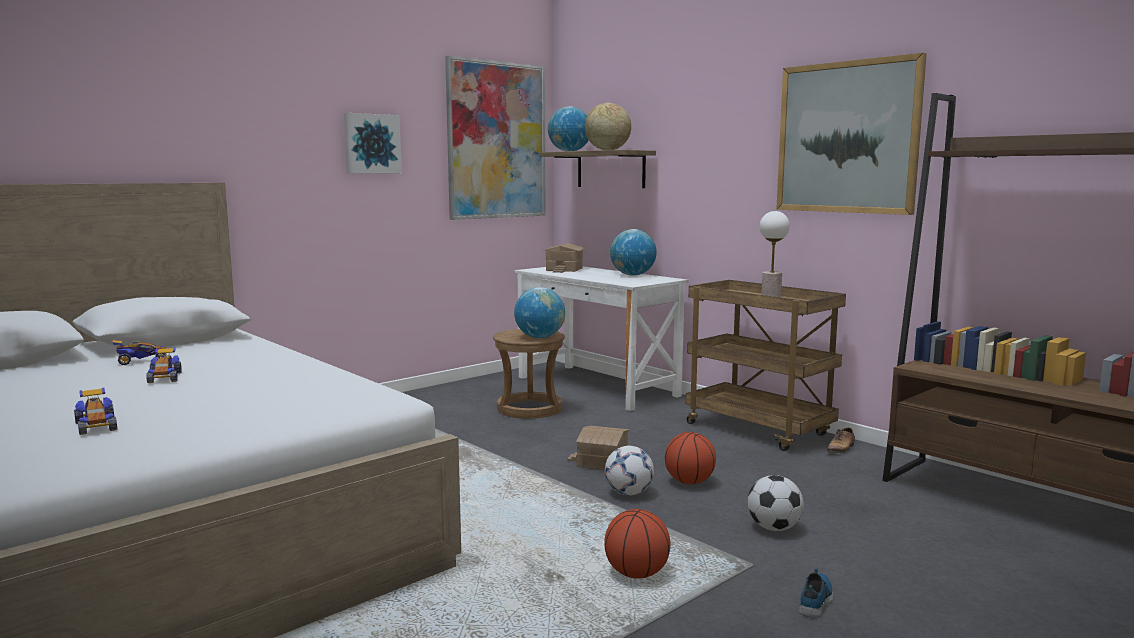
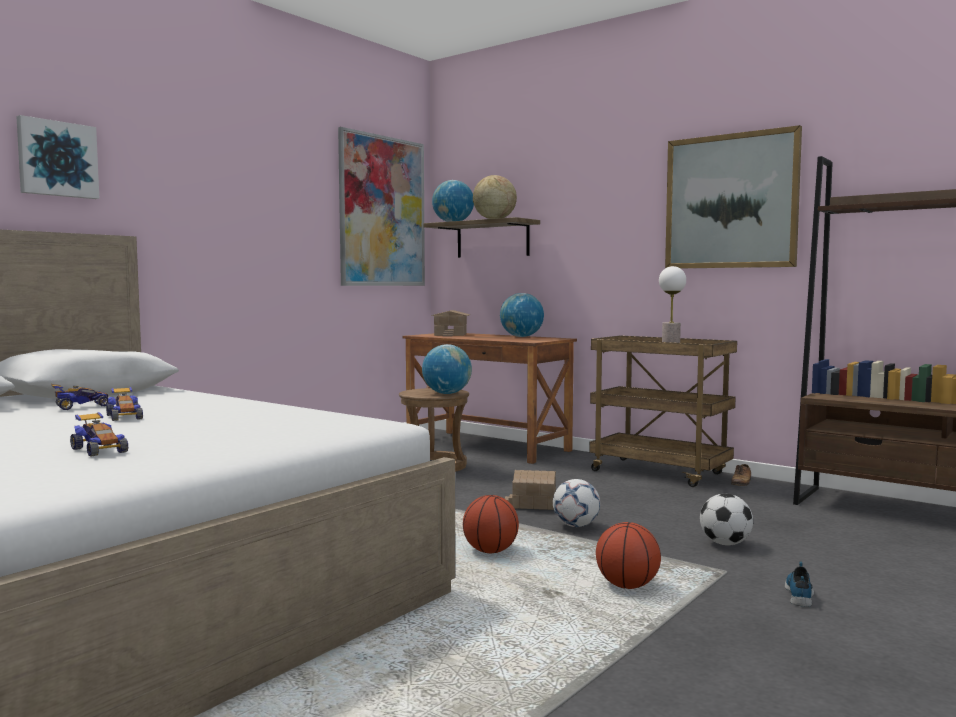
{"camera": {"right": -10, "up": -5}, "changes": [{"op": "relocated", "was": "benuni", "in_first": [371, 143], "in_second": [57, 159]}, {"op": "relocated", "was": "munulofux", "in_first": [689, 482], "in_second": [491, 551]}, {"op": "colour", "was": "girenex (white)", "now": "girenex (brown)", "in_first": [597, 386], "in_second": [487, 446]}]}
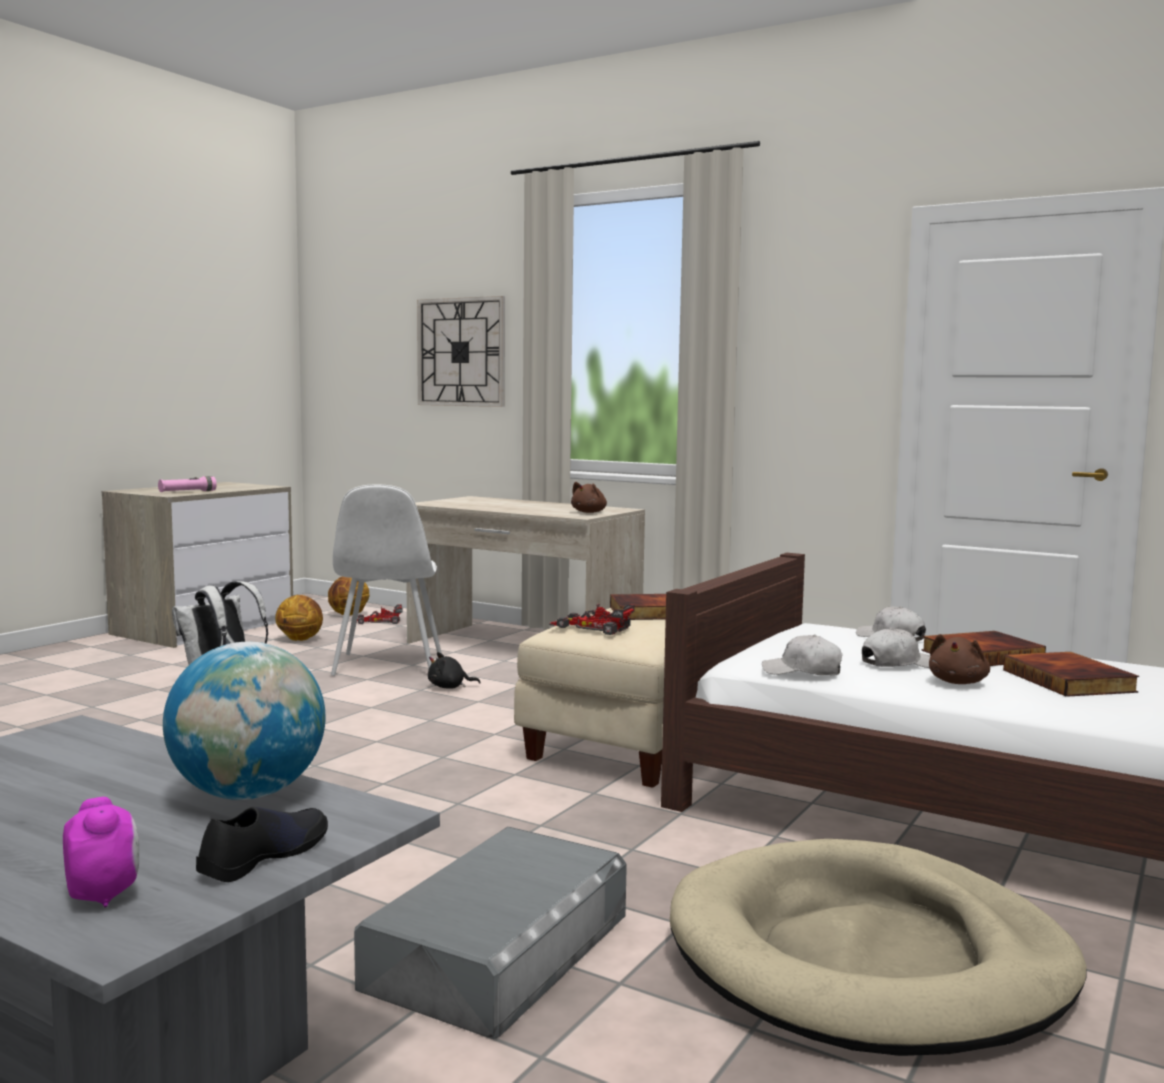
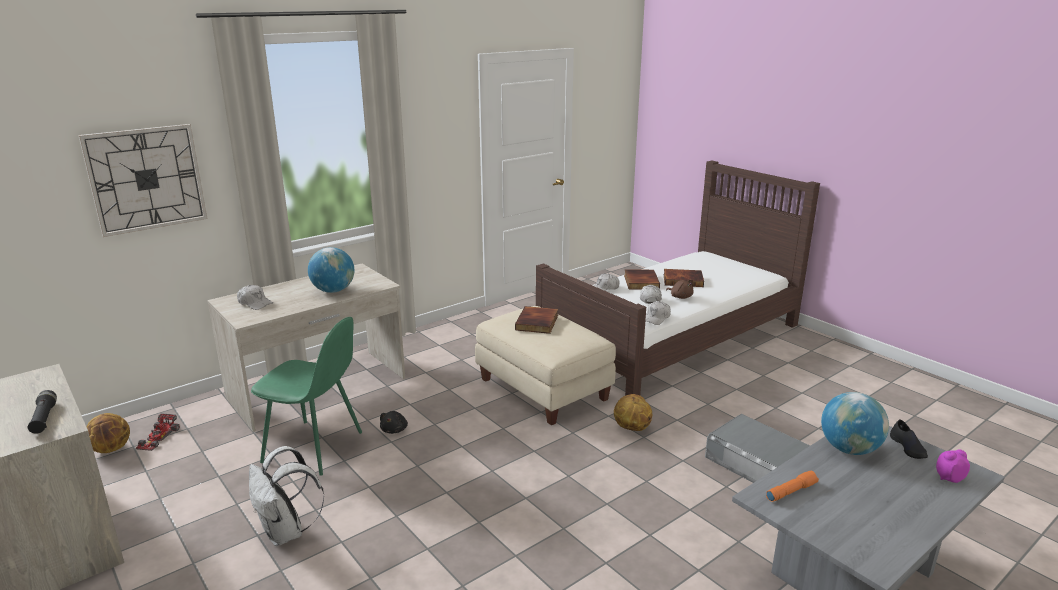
{"camera": {"right": -70, "up": 15}, "changes": [{"op": "missing", "was": "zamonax", "in_first": [591, 627]}, {"op": "missing", "was": "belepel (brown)", "in_first": [590, 512]}, {"op": "missing", "was": "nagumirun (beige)", "in_first": [868, 958]}, {"op": "appeared", "now": "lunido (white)", "in_second": [255, 303]}, {"op": "appeared", "now": "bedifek", "in_second": [333, 291]}, {"op": "appeared", "now": "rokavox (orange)", "in_second": [791, 491]}, {"op": "relocated", "was": "munulofux", "in_first": [300, 639], "in_second": [631, 428]}, {"op": "colour", "was": "rokavox (pink)", "now": "rokavox (black)", "in_first": [187, 492], "in_second": [44, 418]}, {"op": "colour", "was": "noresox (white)", "now": "noresox (green)", "in_first": [387, 666], "in_second": [315, 448]}, {"op": "spun", "was": "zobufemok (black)", "in_first": [264, 856], "in_second": [908, 447], "clockwise": -150}]}
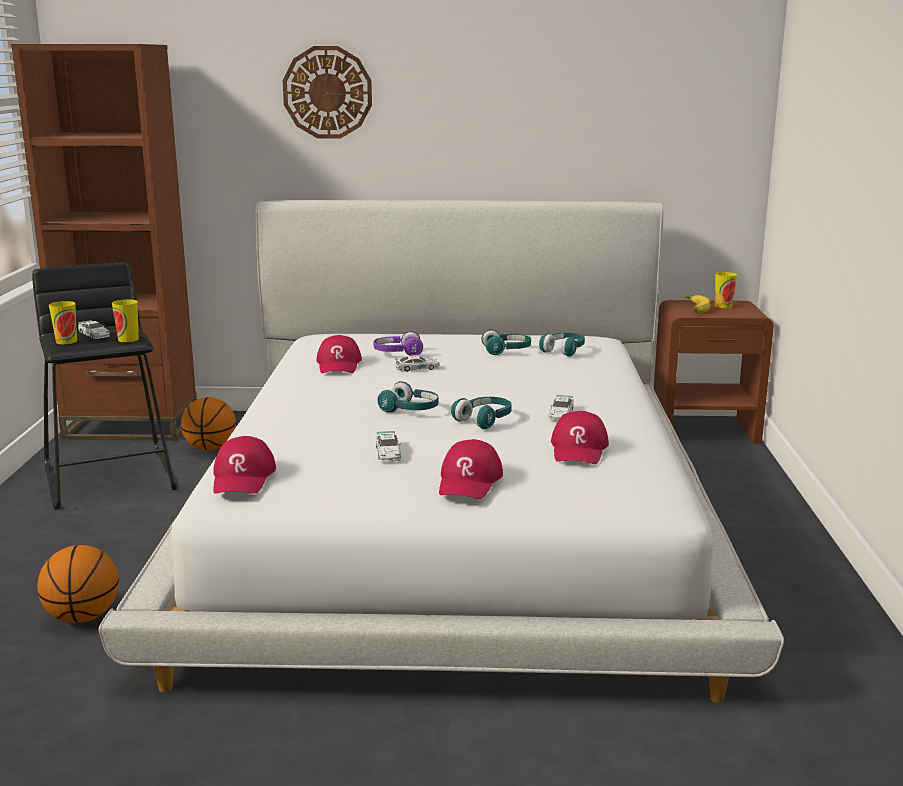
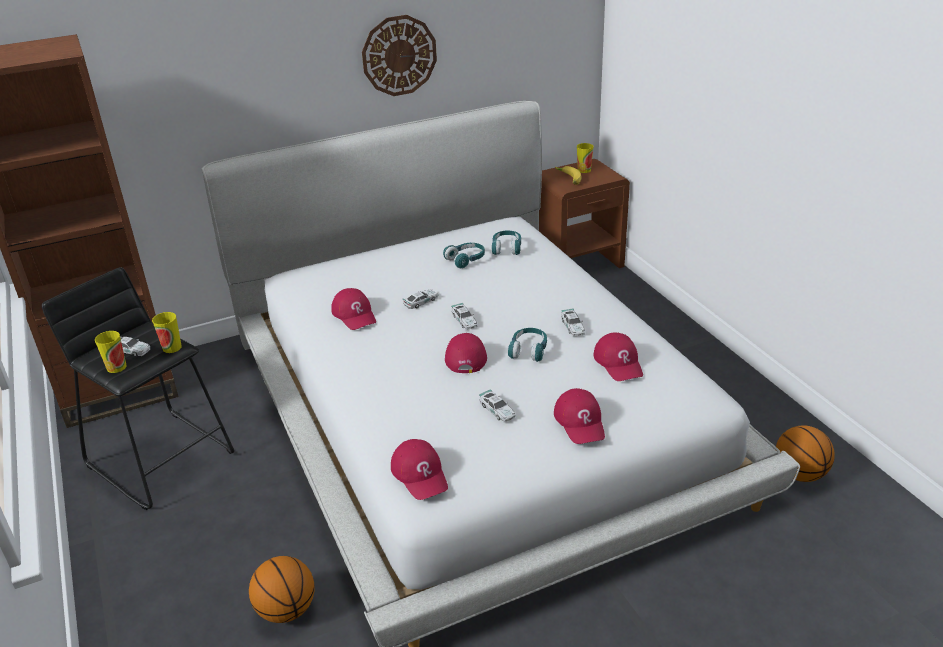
{"camera": {"right": -25, "up": 15}, "changes": [{"op": "missing", "was": "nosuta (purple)", "in_first": [398, 353]}, {"op": "appeared", "now": "zamonax", "in_second": [464, 320]}, {"op": "relocated", "was": "munulofux", "in_first": [210, 448], "in_second": [799, 474]}, {"op": "relocated", "was": "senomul", "in_first": [327, 92], "in_second": [399, 55]}, {"op": "exchanged", "was": "nosuta (turquoise)", "now": "lunido (red)", "in_first": [410, 410], "in_second": [465, 355]}]}
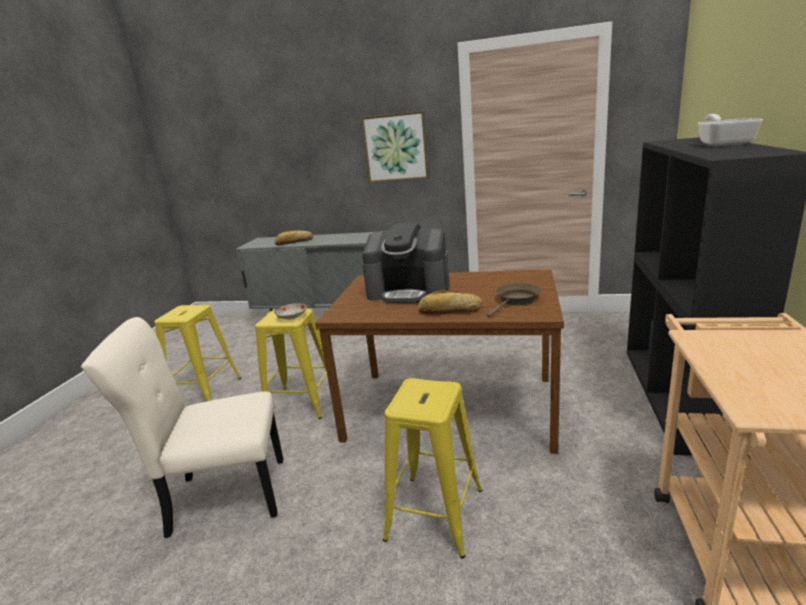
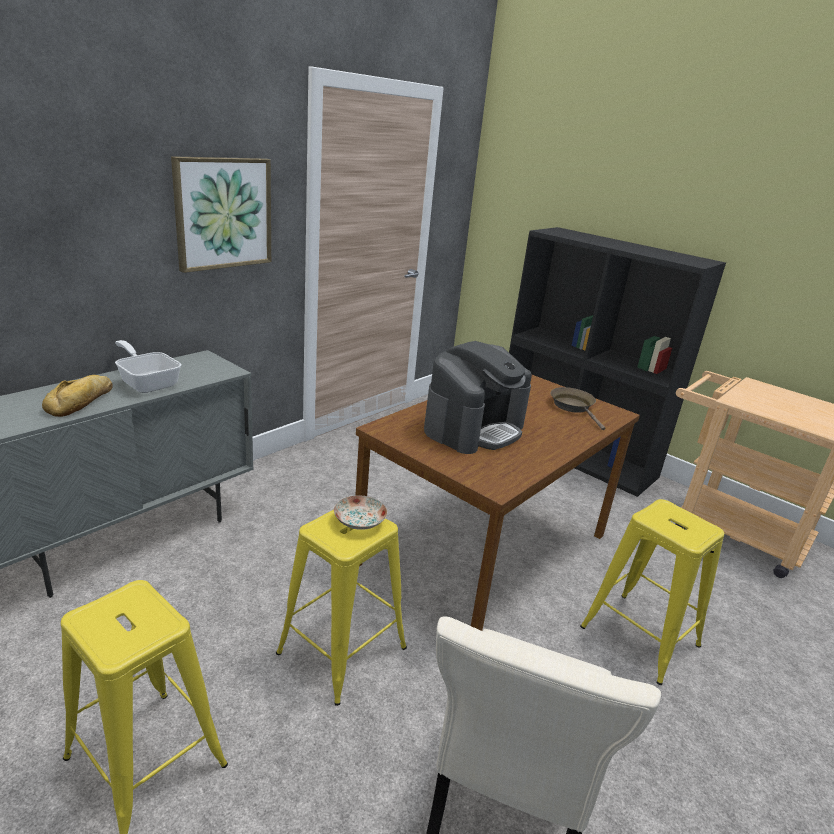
{"camera": {"right": -65, "up": 5}, "changes": [{"op": "missing", "was": "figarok", "in_first": [450, 310]}, {"op": "relocated", "was": "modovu", "in_first": [723, 143], "in_second": [147, 382]}]}
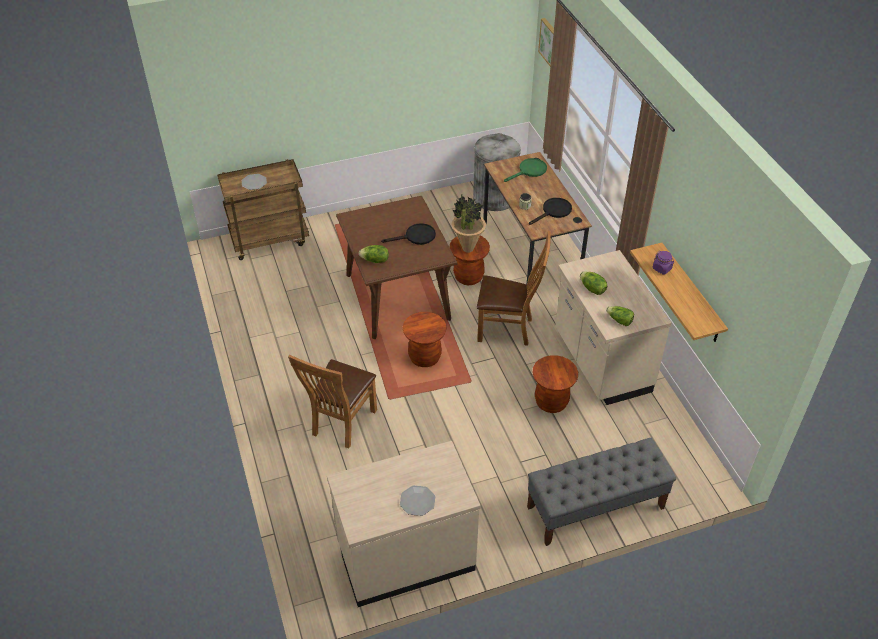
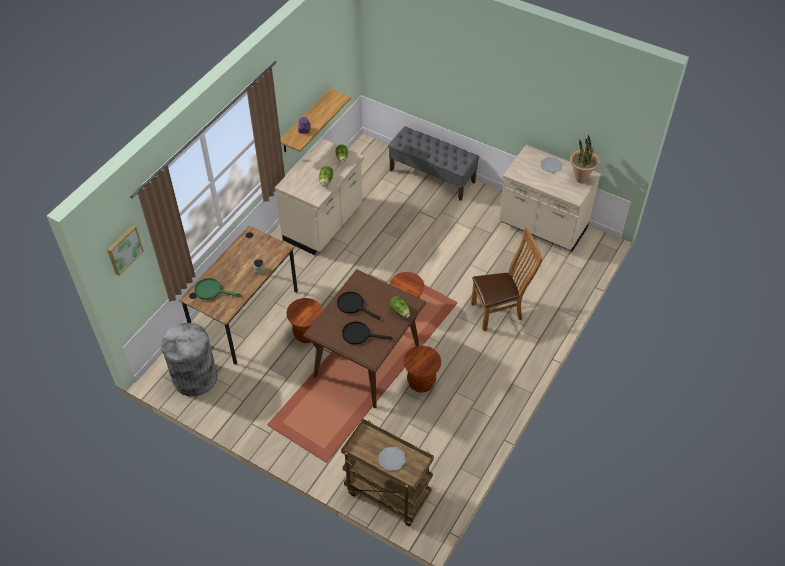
{"camera": {"right": -130, "up": 5}, "changes": [{"op": "missing", "was": "noresox (brown)", "in_first": [509, 329]}, {"op": "relocated", "was": "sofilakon", "in_first": [467, 248], "in_second": [580, 180]}, {"op": "relocated", "was": "modovu (black)", "in_first": [554, 211], "in_second": [360, 335]}, {"op": "relocated", "was": "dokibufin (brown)", "in_first": [551, 402], "in_second": [421, 382]}]}
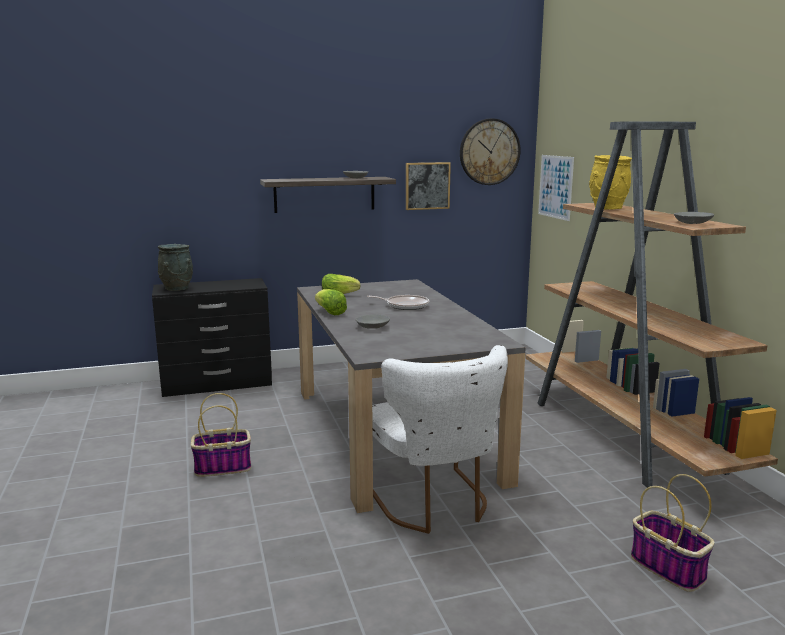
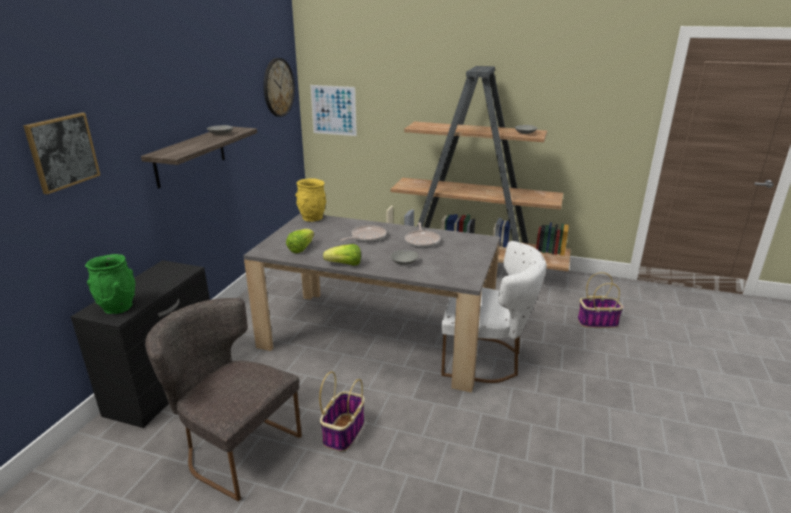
{"camera": {"right": -55, "up": 10}, "changes": [{"op": "appeared", "now": "noresox (grey)", "in_second": [234, 448]}, {"op": "appeared", "now": "modovu", "in_second": [422, 241]}, {"op": "relocated", "was": "benuni", "in_first": [427, 186], "in_second": [63, 152]}, {"op": "relocated", "was": "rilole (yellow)", "in_first": [607, 208], "in_second": [312, 218]}, {"op": "colour", "was": "rilole (grey)", "now": "rilole (green)", "in_first": [177, 288], "in_second": [118, 307]}]}
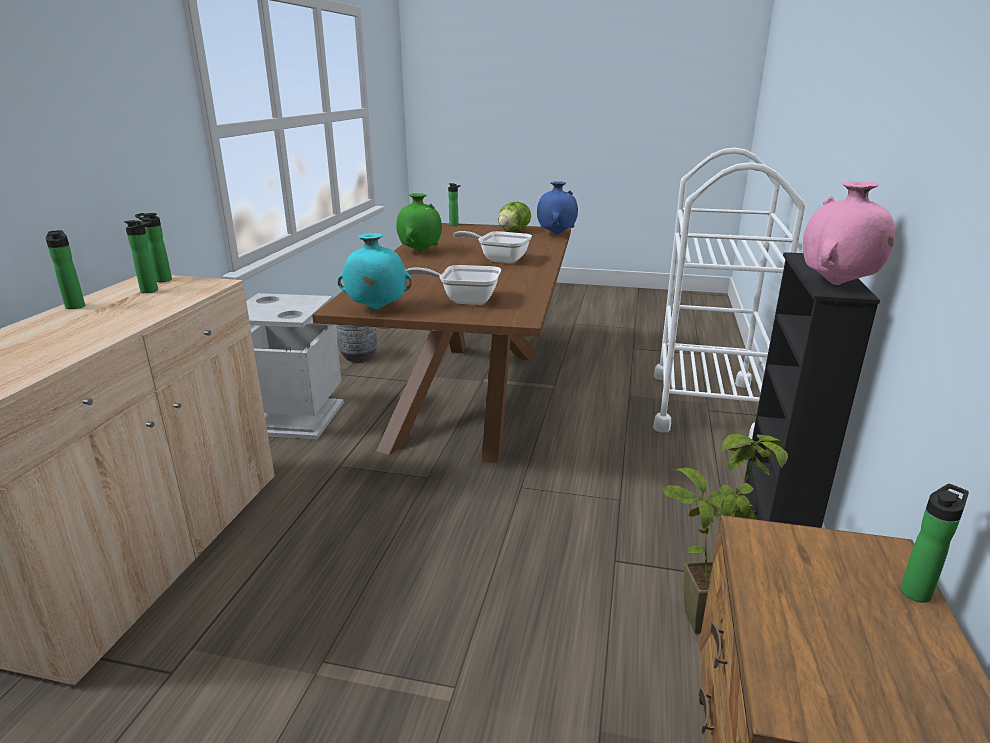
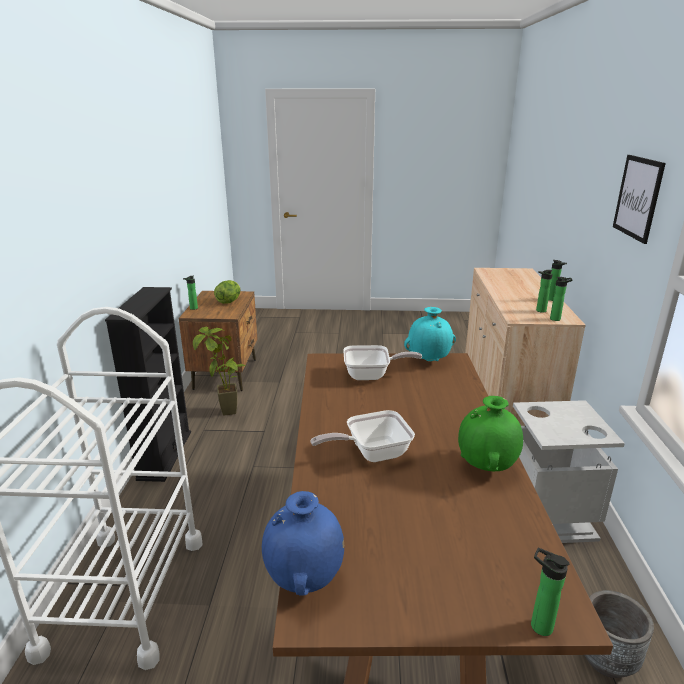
{"camera": {"right": 170, "up": 0}, "changes": [{"op": "missing", "was": "rilole (pink)", "in_first": [837, 284]}, {"op": "appeared", "now": "benuni", "in_second": [638, 197]}, {"op": "relocated", "was": "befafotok", "in_first": [513, 231], "in_second": [229, 301]}, {"op": "spun", "was": "modovu", "in_first": [499, 259], "in_second": [371, 453], "clockwise": 150}]}
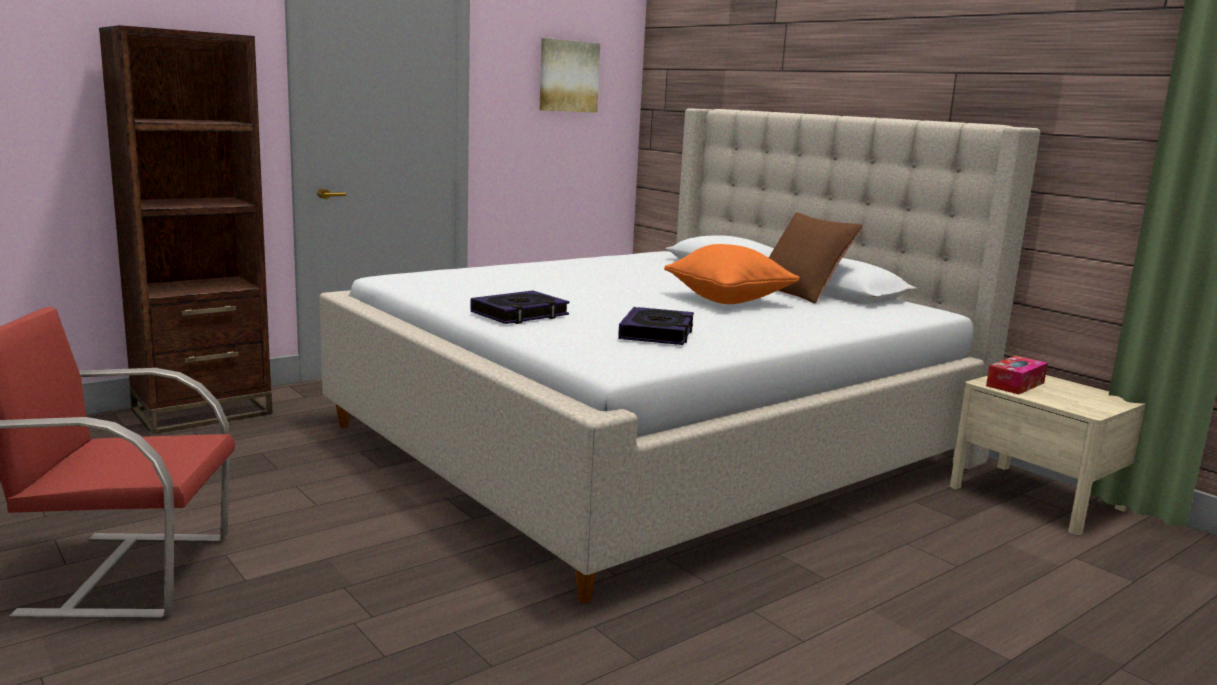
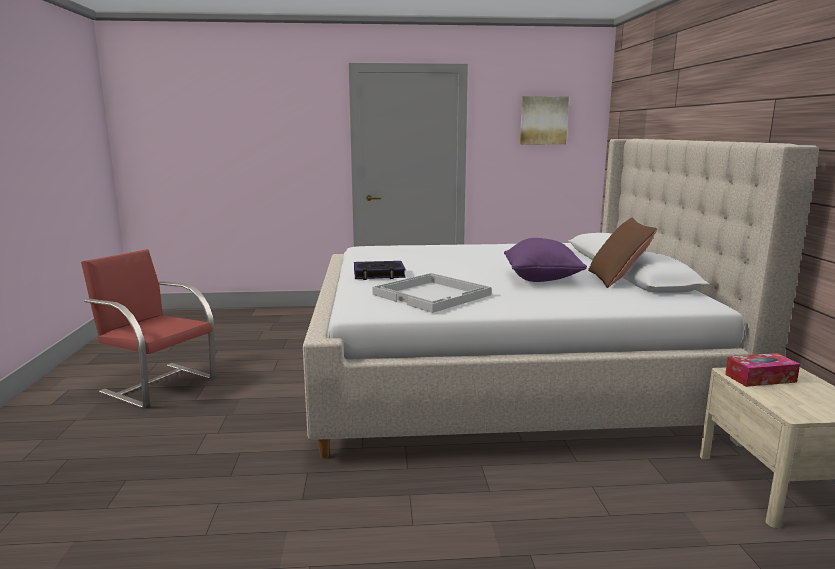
{"camera": {"right": 35, "up": 0}, "changes": [{"op": "missing", "was": "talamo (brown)", "in_first": [202, 412]}, {"op": "exchanged", "was": "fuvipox", "now": "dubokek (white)", "in_first": [657, 333], "in_second": [433, 295]}, {"op": "colour", "was": "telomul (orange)", "now": "telomul (purple)", "in_first": [728, 300], "in_second": [541, 279]}]}
